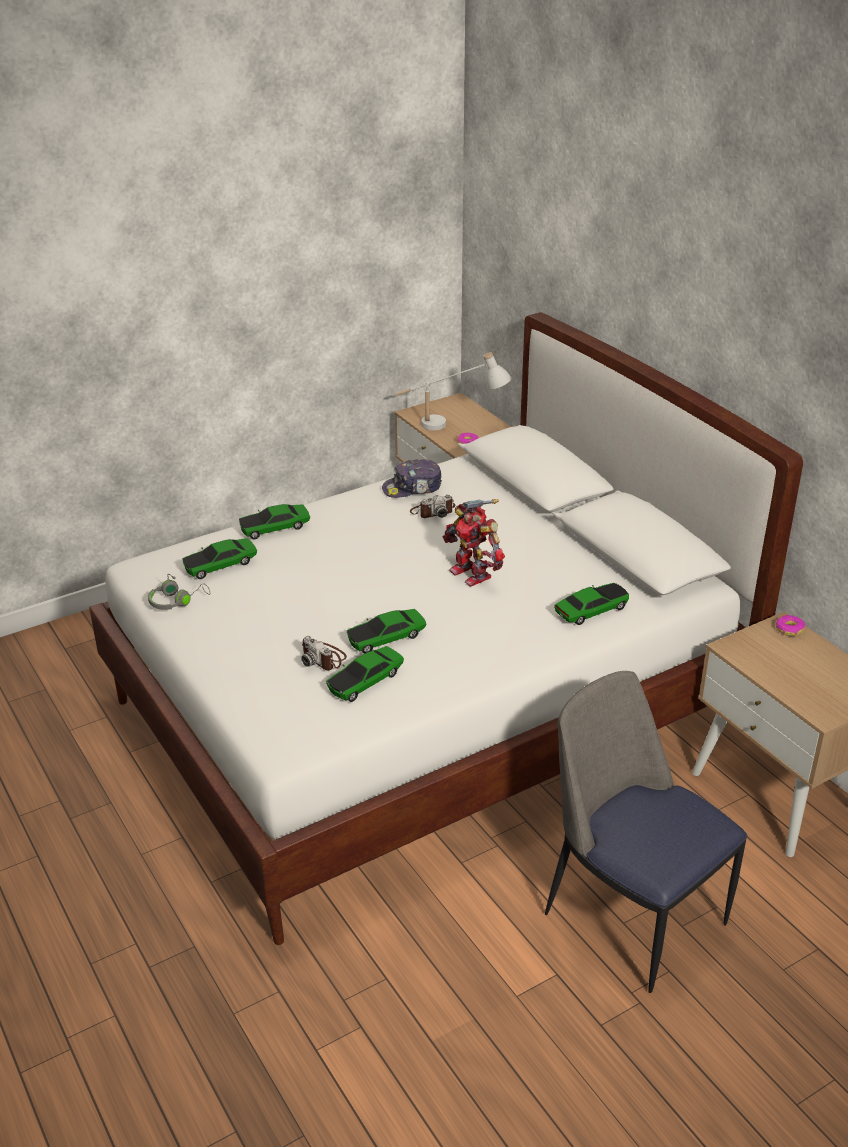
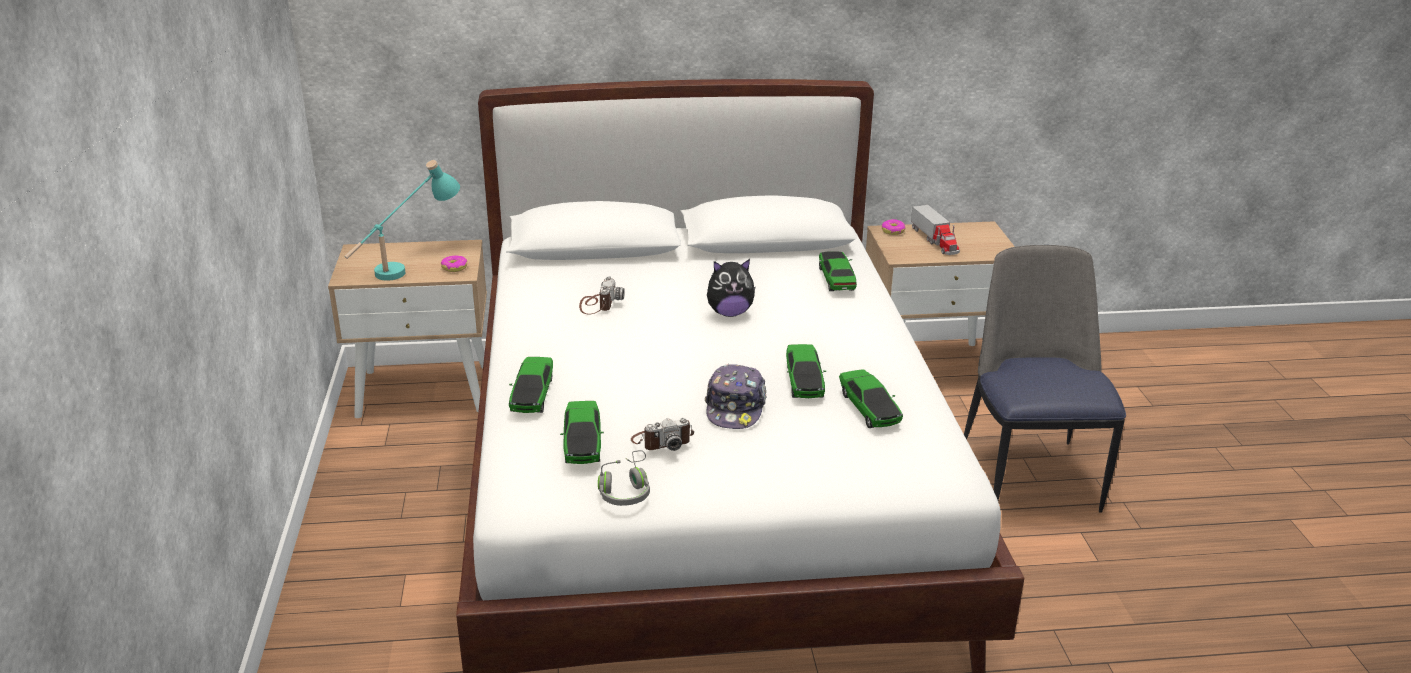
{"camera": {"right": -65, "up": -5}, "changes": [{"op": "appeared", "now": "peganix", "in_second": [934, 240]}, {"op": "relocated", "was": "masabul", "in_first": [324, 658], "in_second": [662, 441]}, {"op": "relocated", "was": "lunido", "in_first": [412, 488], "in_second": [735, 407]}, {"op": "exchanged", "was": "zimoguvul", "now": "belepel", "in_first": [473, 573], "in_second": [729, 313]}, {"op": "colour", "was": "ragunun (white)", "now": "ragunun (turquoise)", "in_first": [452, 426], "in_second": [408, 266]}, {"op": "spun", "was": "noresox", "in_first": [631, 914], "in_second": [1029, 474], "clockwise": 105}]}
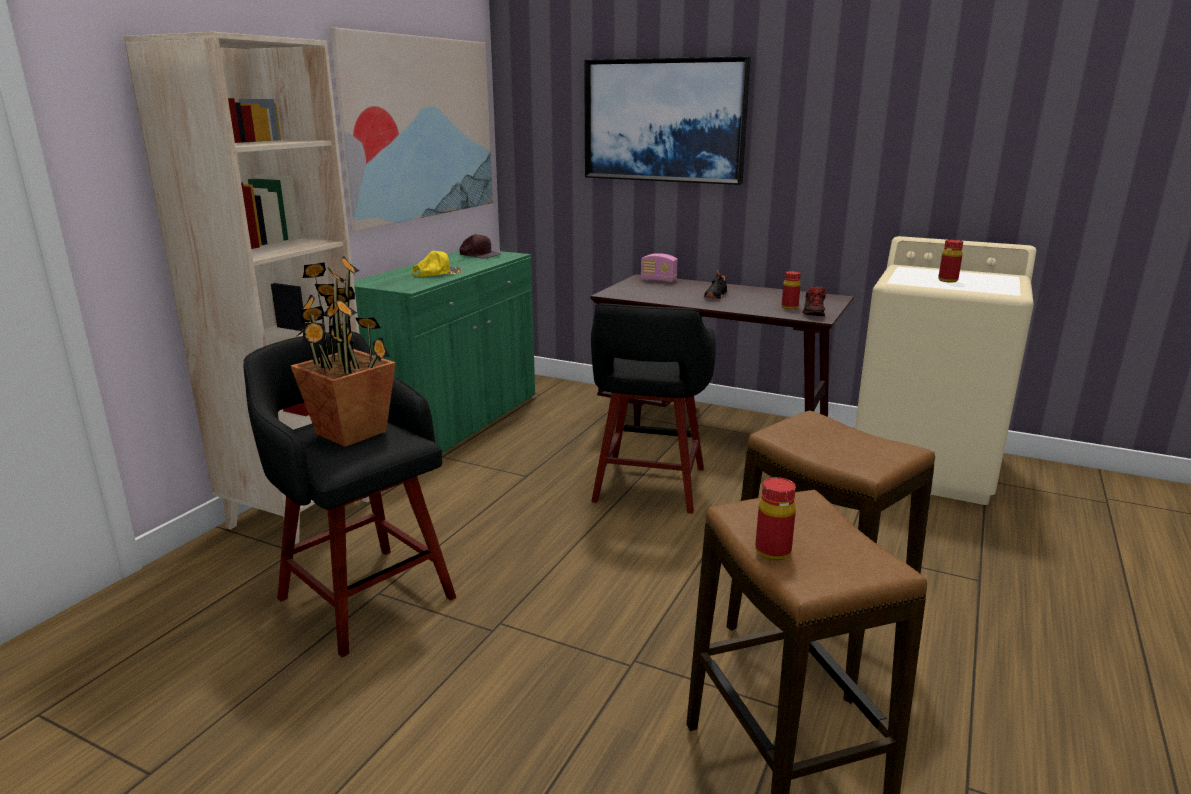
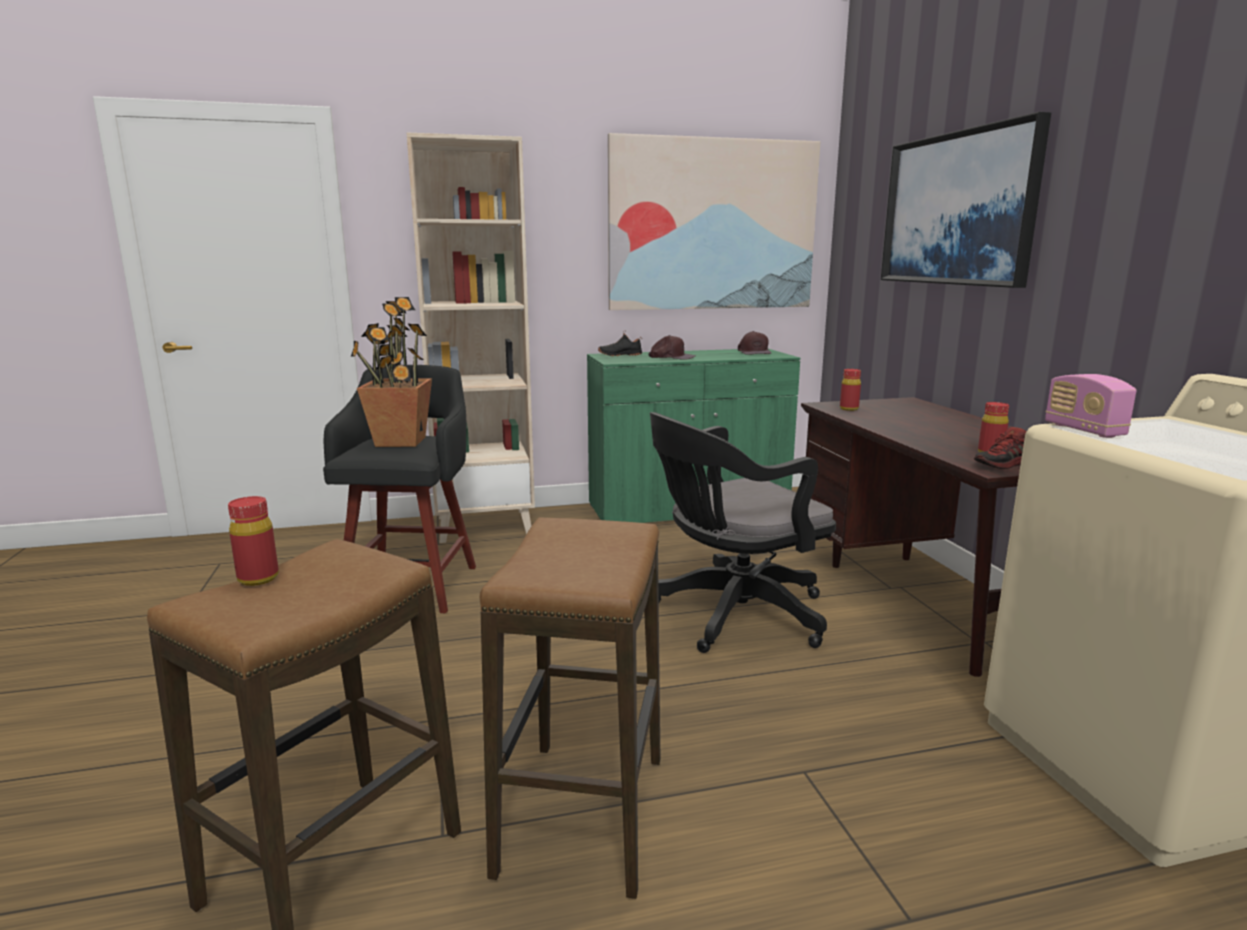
{"camera": {"right": 50, "up": -5}, "changes": [{"op": "relocated", "was": "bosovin", "in_first": [658, 280], "in_second": [1084, 430]}, {"op": "relocated", "was": "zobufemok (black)", "in_first": [714, 296], "in_second": [620, 355]}, {"op": "relocated", "was": "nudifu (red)", "in_first": [947, 280], "in_second": [849, 409]}, {"op": "exchanged", "was": "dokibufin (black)", "now": "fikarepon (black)", "in_first": [648, 486], "in_second": [732, 615]}, {"op": "colour", "was": "lunido (yellow)", "now": "lunido (brown)", "in_first": [437, 273], "in_second": [672, 357]}]}
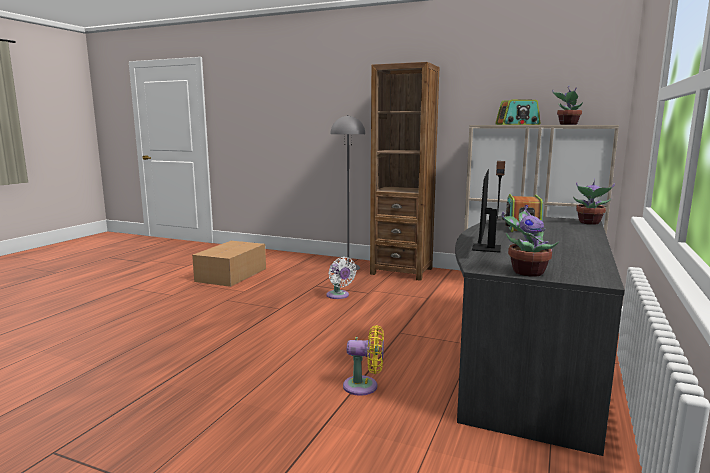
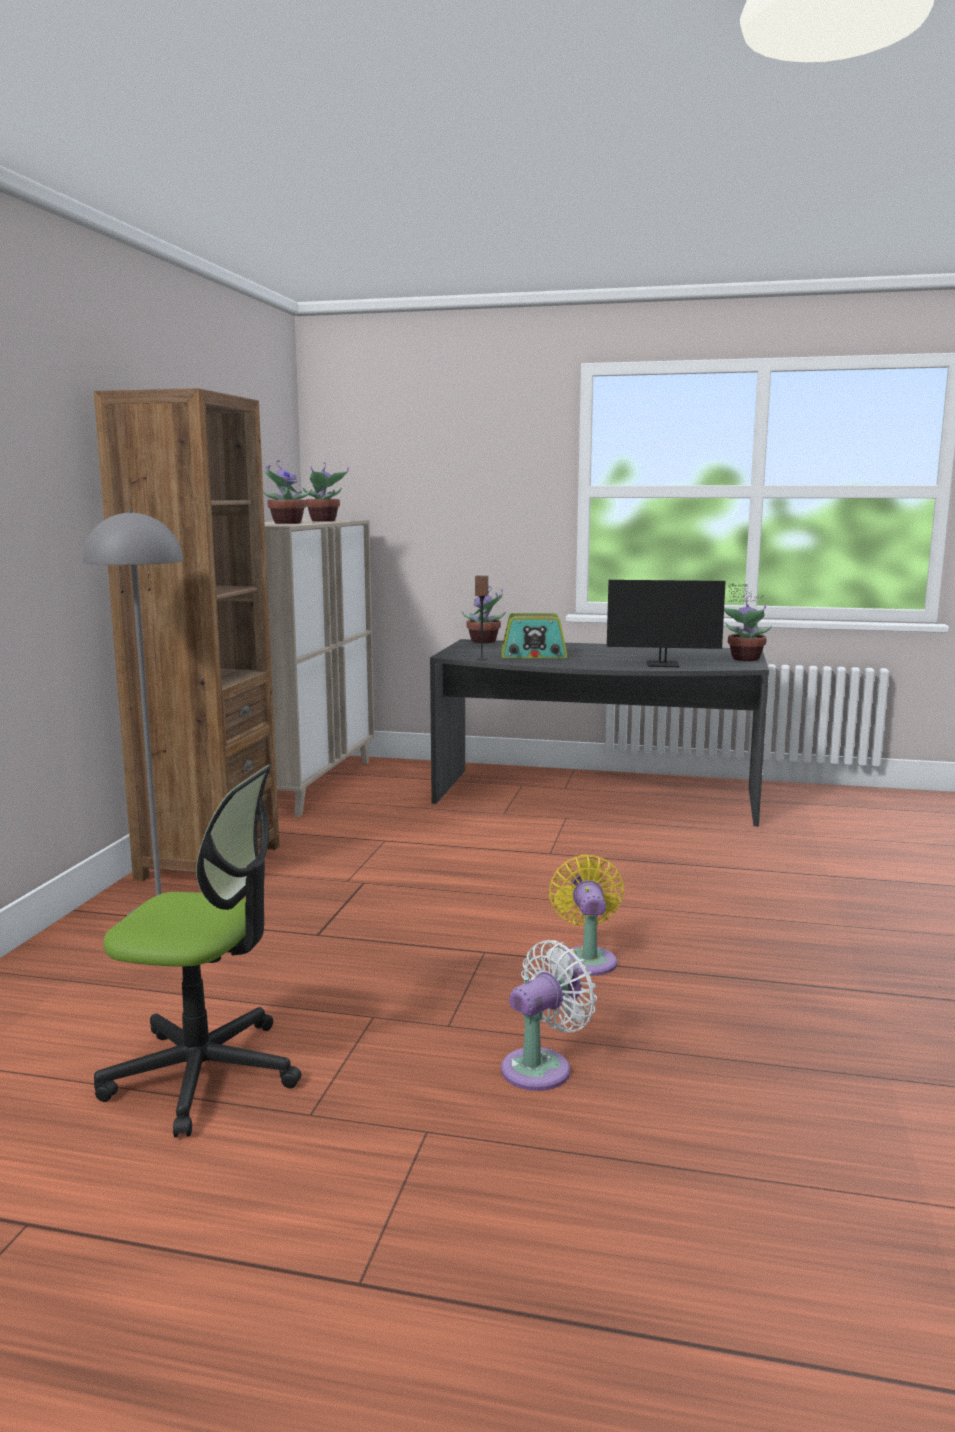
{"camera": {"right": -100, "up": 0}, "changes": [{"op": "relocated", "was": "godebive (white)", "in_first": [339, 296], "in_second": [541, 1067]}, {"op": "relocated", "was": "godebive (yellow)", "in_first": [364, 386], "in_second": [587, 959]}, {"op": "exchanged", "was": "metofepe", "now": "fikarepon", "in_first": [230, 275], "in_second": [204, 1074]}, {"op": "exchanged", "was": "bosovin", "now": "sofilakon", "in_first": [517, 124], "in_second": [285, 523]}]}
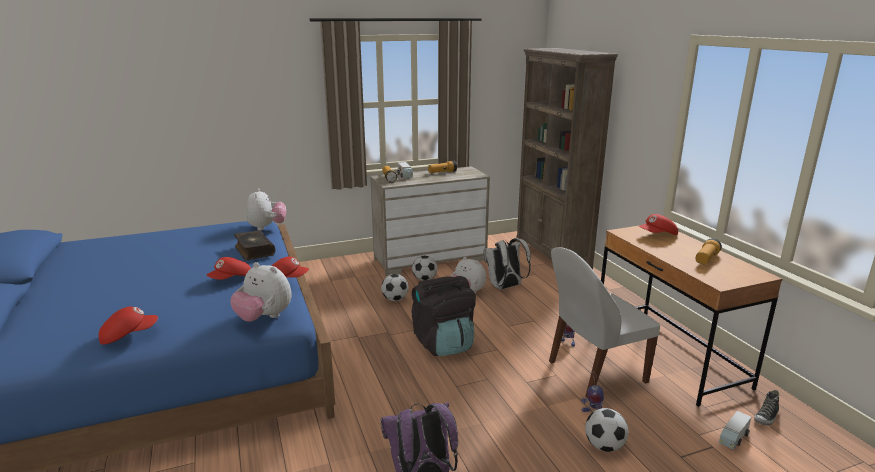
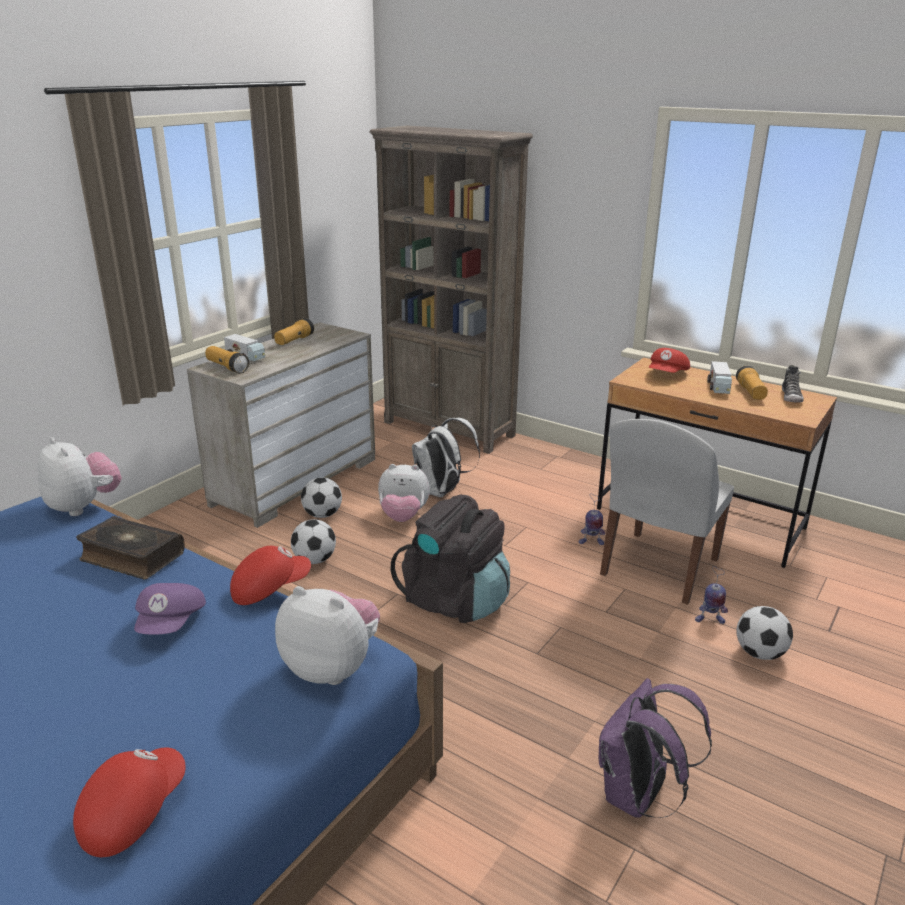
{"camera": {"right": -35, "up": 5}, "changes": [{"op": "relocated", "was": "peganix", "in_first": [733, 438], "in_second": [718, 388]}, {"op": "relocated", "was": "zobufemok", "in_first": [766, 417], "in_second": [791, 397]}, {"op": "colour", "was": "lunido (red)", "now": "lunido (purple)", "in_first": [231, 279], "in_second": [172, 623]}, {"op": "spun", "was": "belepel", "in_first": [264, 318], "in_second": [332, 667], "clockwise": -150}]}
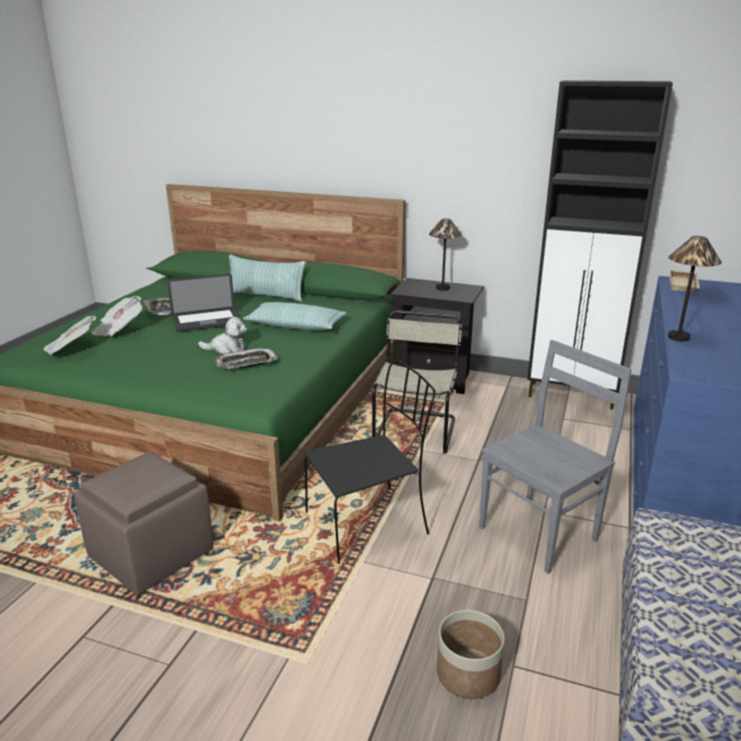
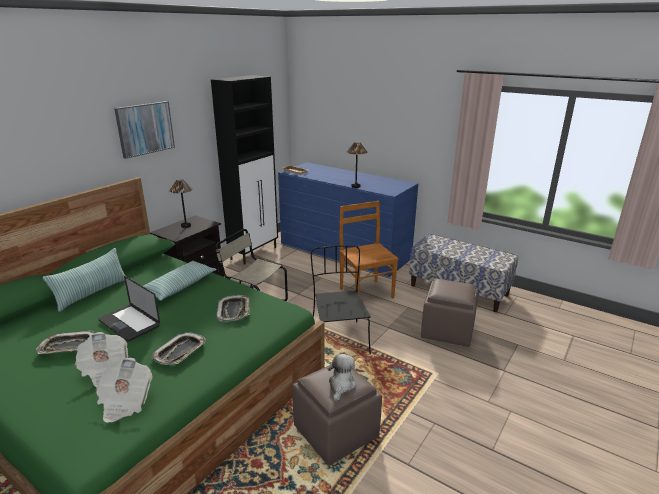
{"camera": {"right": -75, "up": 0}, "changes": [{"op": "appeared", "now": "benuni", "in_second": [145, 128]}, {"op": "appeared", "now": "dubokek", "in_second": [180, 352]}, {"op": "relocated", "was": "belepel", "in_first": [227, 349], "in_second": [341, 385]}, {"op": "exchanged", "was": "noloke", "now": "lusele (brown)", "in_first": [468, 674], "in_second": [448, 330]}, {"op": "colour", "was": "noresox (grey)", "now": "noresox (brown)", "in_first": [540, 532], "in_second": [365, 292]}, {"op": "spun", "was": "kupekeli", "in_first": [206, 322], "in_second": [129, 323], "clockwise": 135}]}
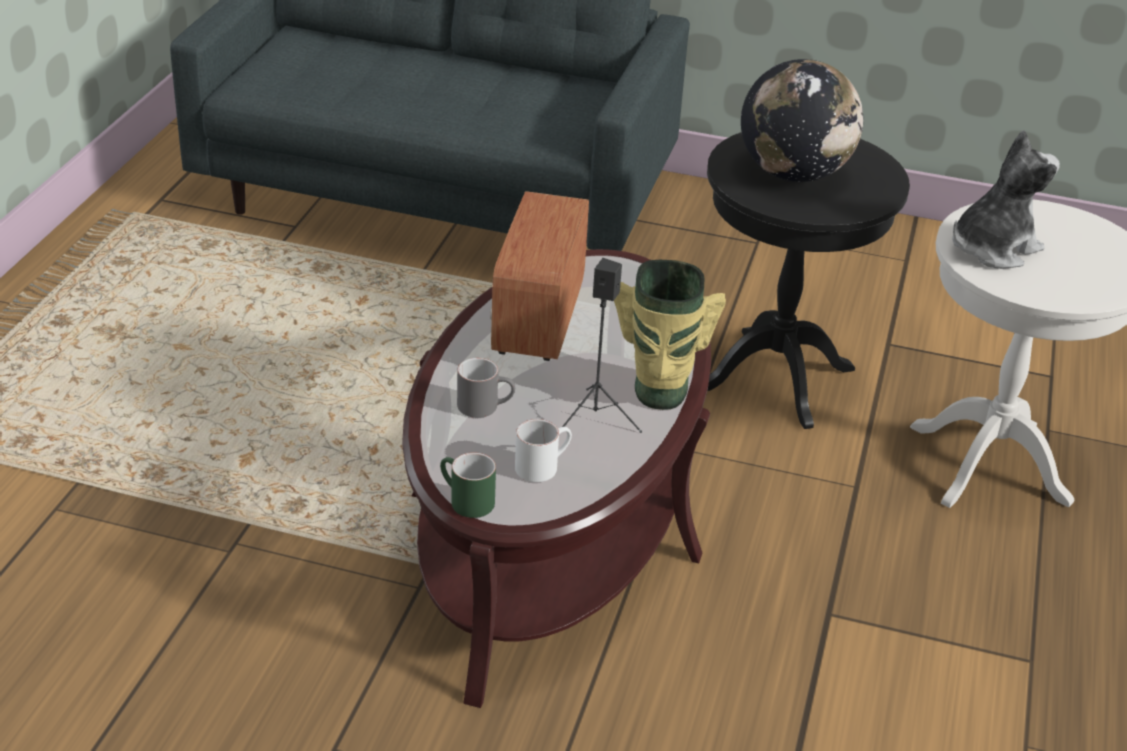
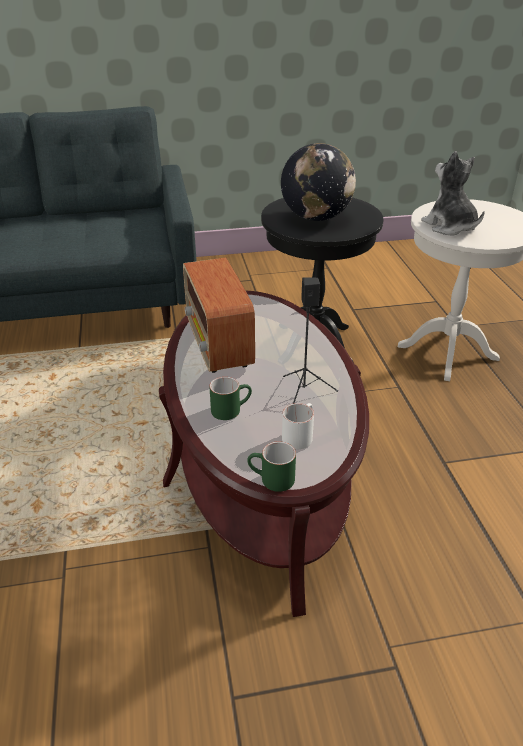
{"camera": {"right": -25, "up": 0}, "changes": [{"op": "missing", "was": "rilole", "in_first": [659, 393]}, {"op": "colour", "was": "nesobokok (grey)", "now": "nesobokok (green)", "in_first": [485, 406], "in_second": [231, 409]}, {"op": "spun", "was": "belepel", "in_first": [992, 248], "in_second": [450, 227], "clockwise": -60}]}
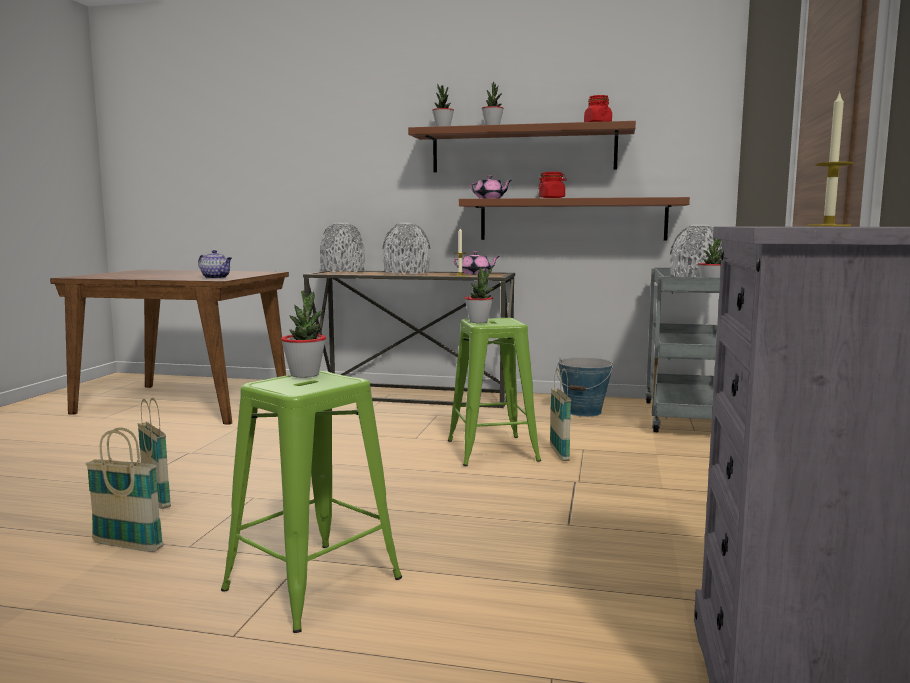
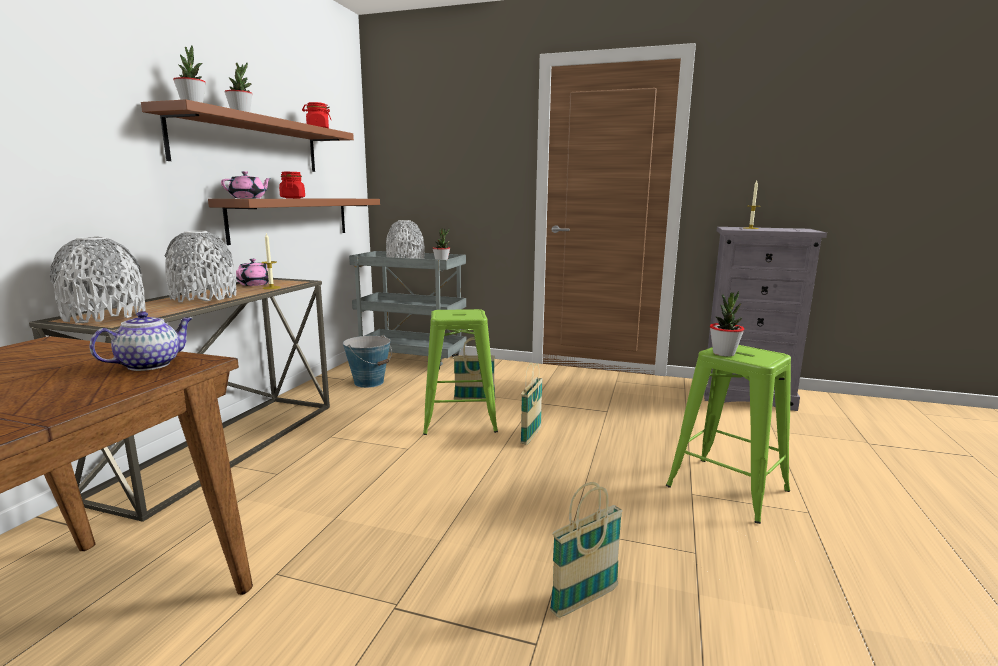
{"camera": {"right": -85, "up": 5}, "changes": [{"op": "missing", "was": "sofilakon", "in_first": [478, 322]}, {"op": "relocated", "was": "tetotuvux", "in_first": [127, 546], "in_second": [531, 436]}]}
